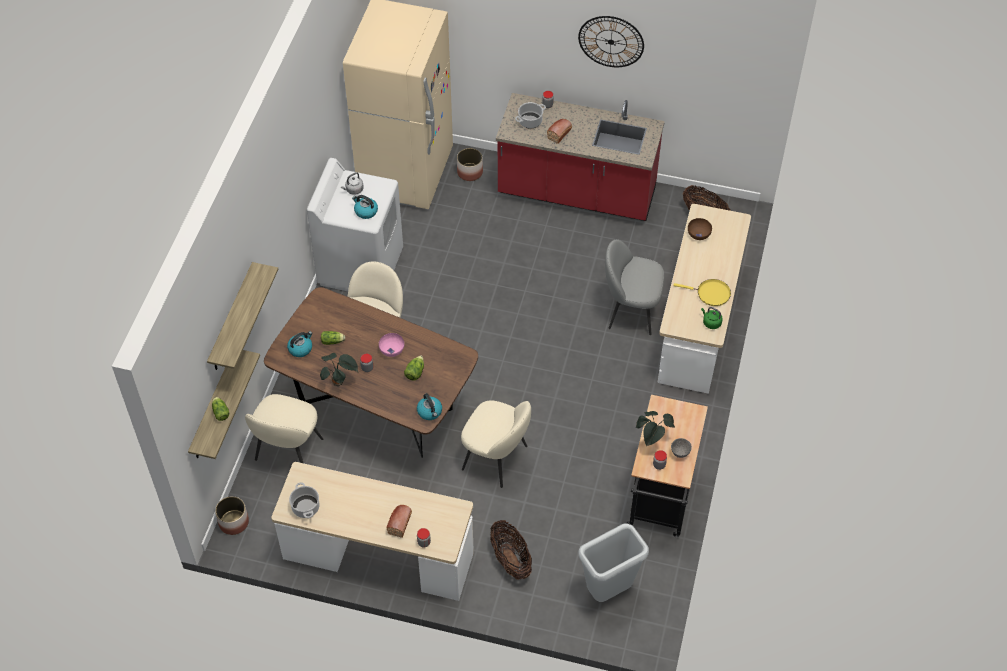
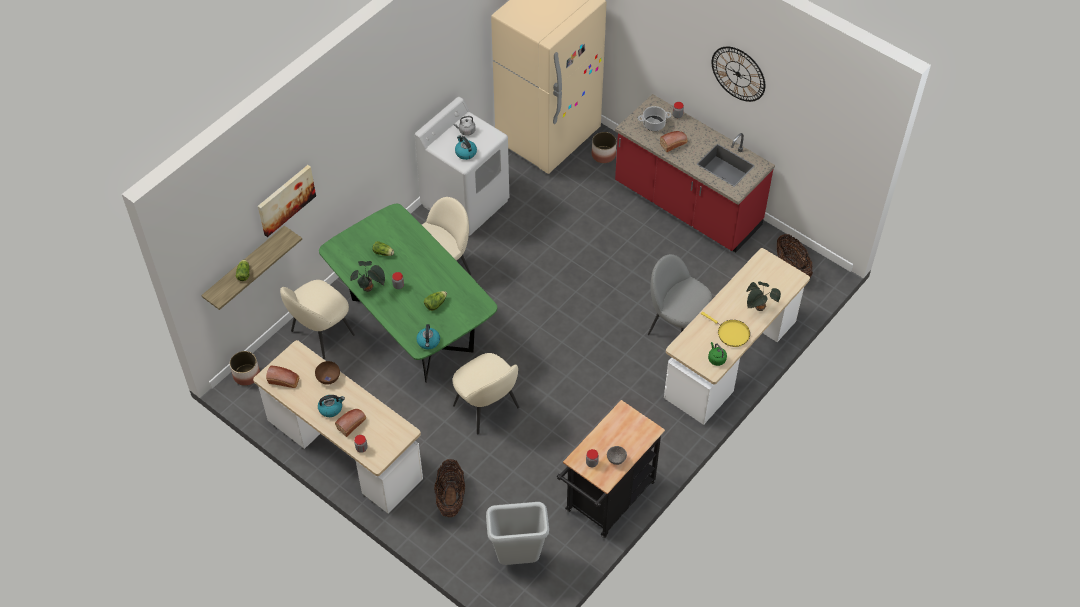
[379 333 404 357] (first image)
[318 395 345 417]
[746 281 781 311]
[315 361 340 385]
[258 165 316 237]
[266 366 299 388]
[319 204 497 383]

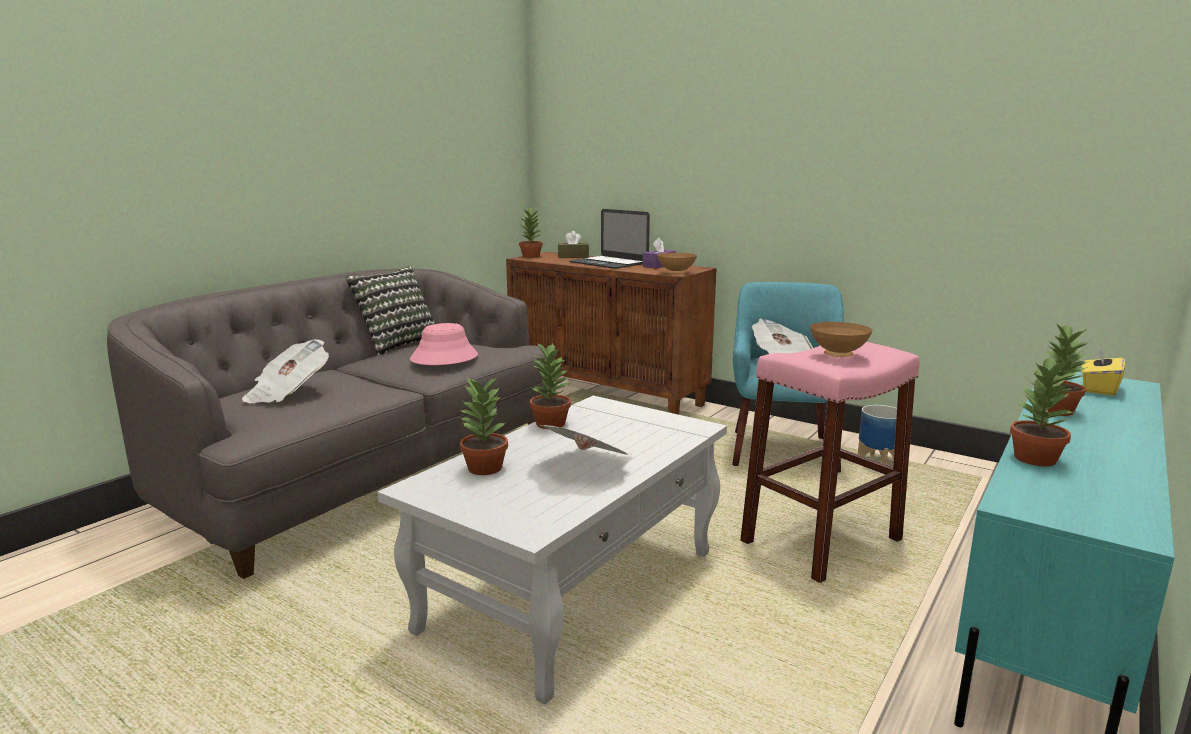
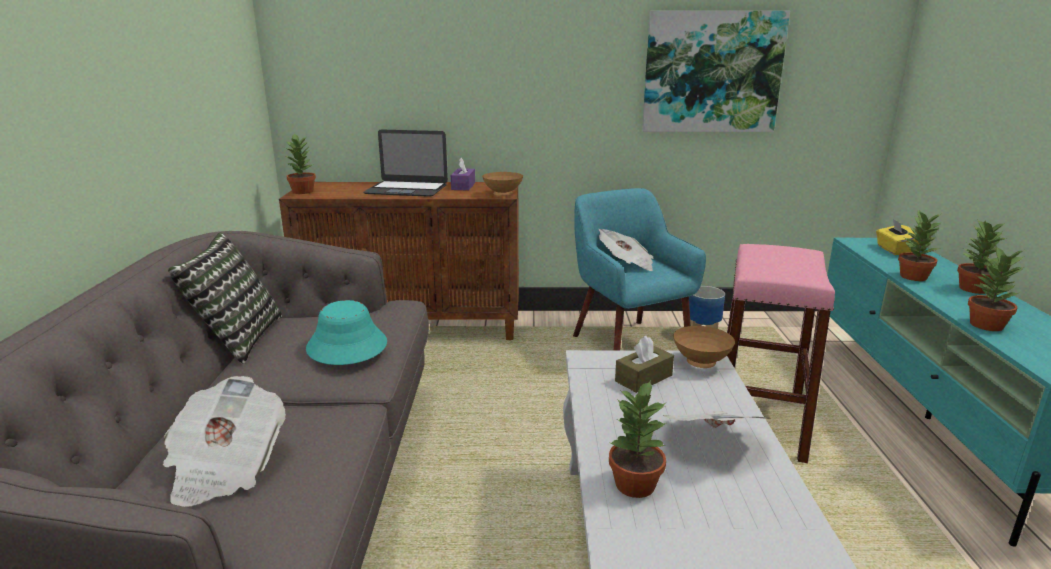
[642 11 790 132]
[957 219 1007 294]
[615 336 674 393]
[673 326 735 368]
[306 300 387 365]

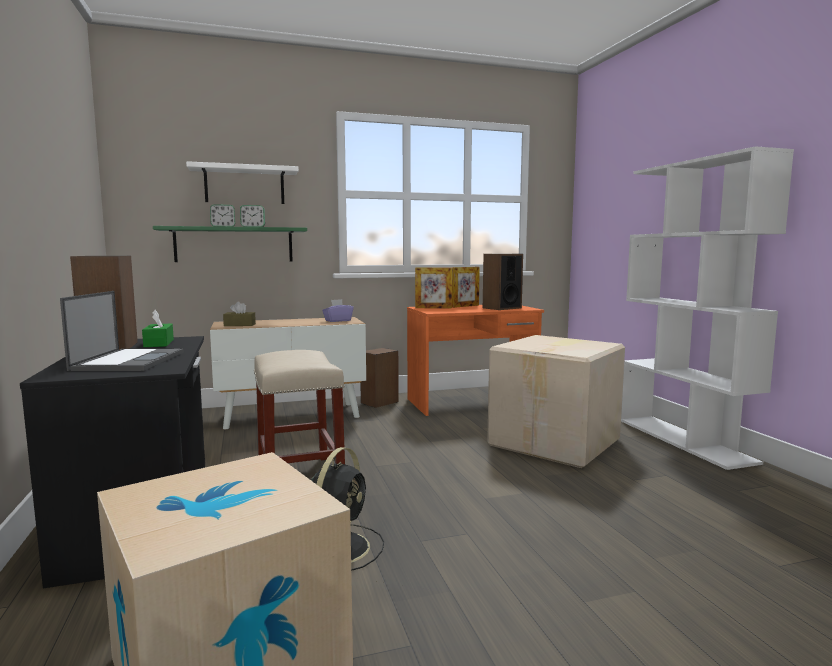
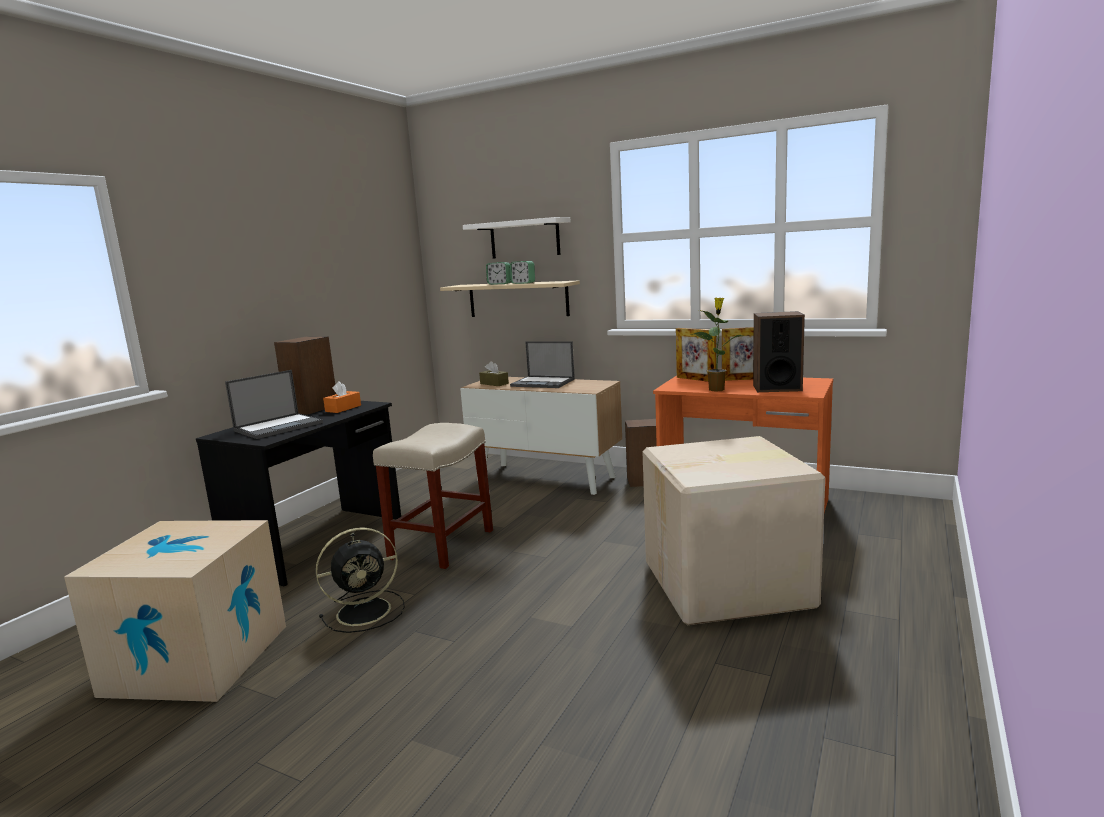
[322 299 353 322] (first image)
[621 146 794 470] (first image)
[510 341 575 388]
[690 298 743 392]
[323 381 361 413]
[440 281 580 317]

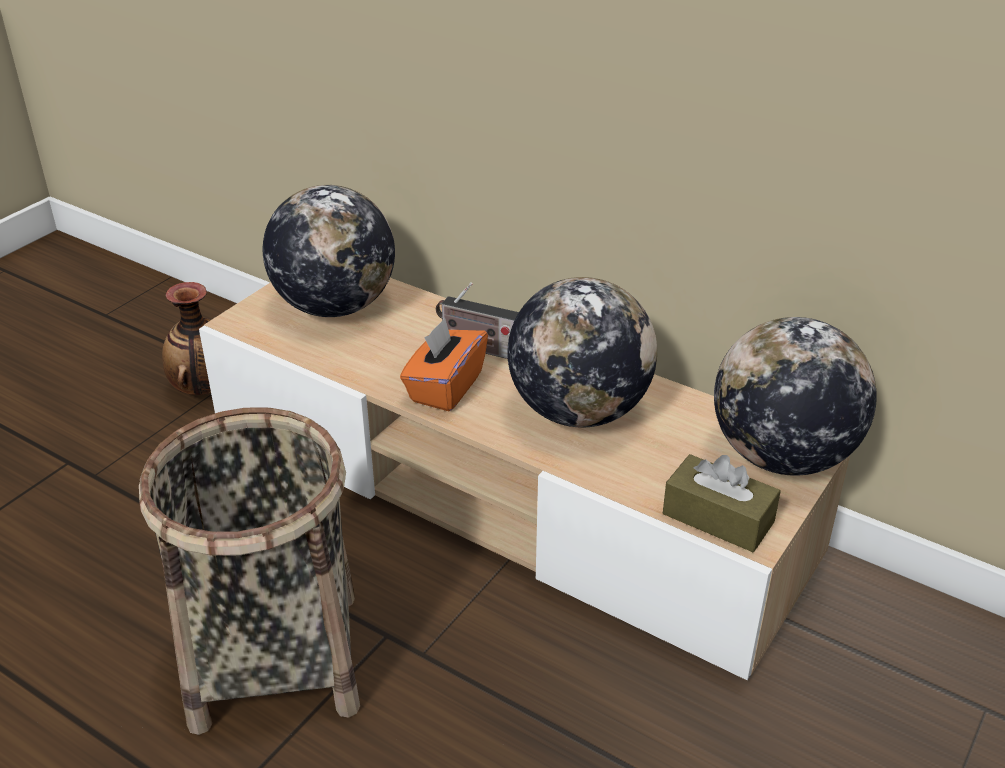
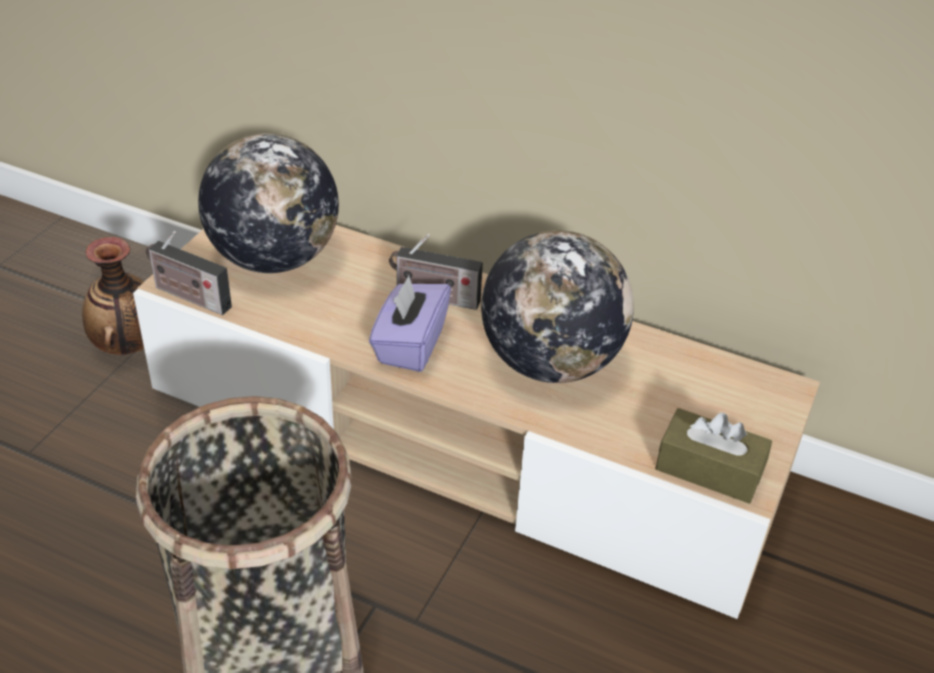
[714 317 877 476] (first image)
[146 231 232 315]
[369 276 451 372]

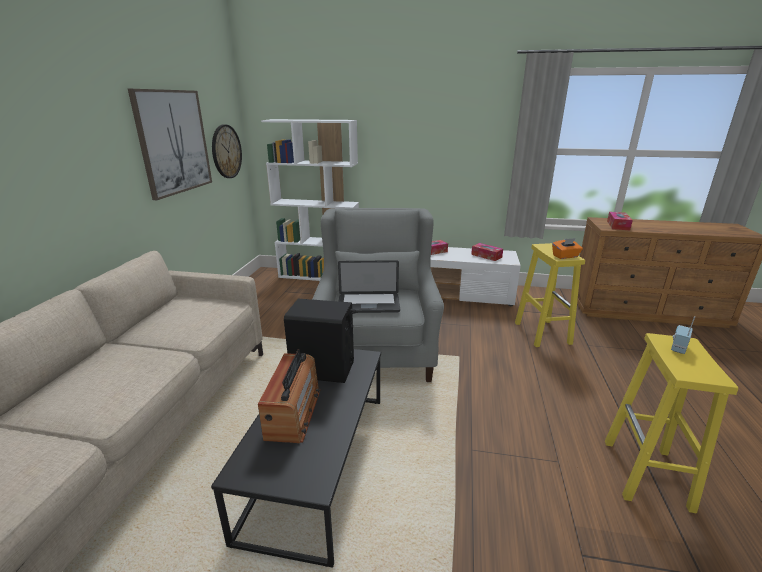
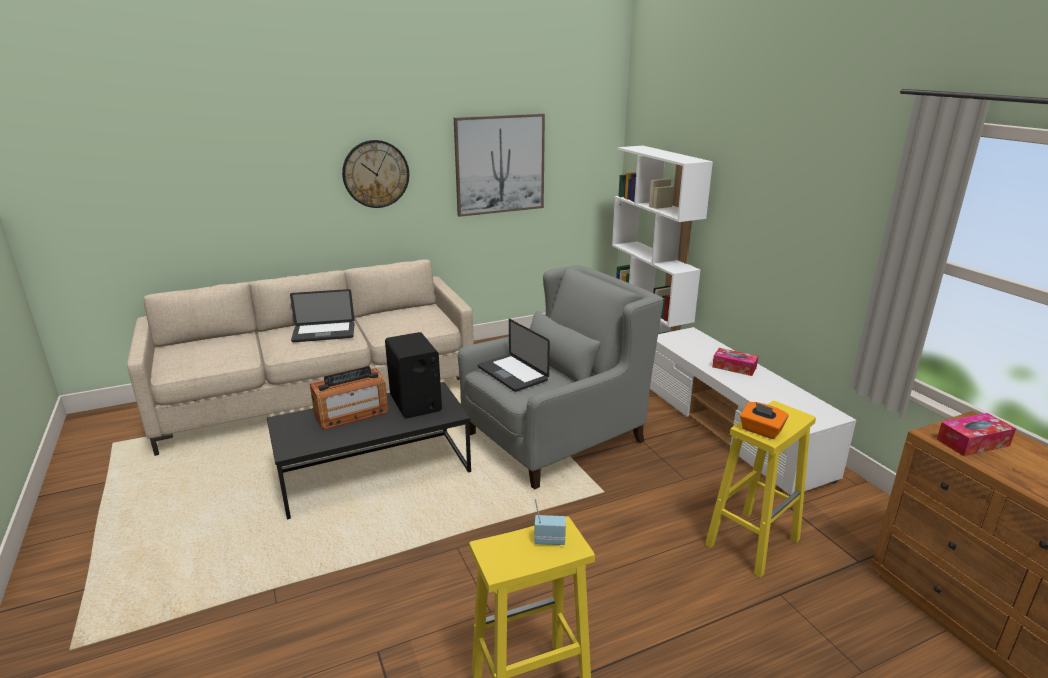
[471 243 503 261] (first image)
[290 289 354 342]
[342 140 409 208]

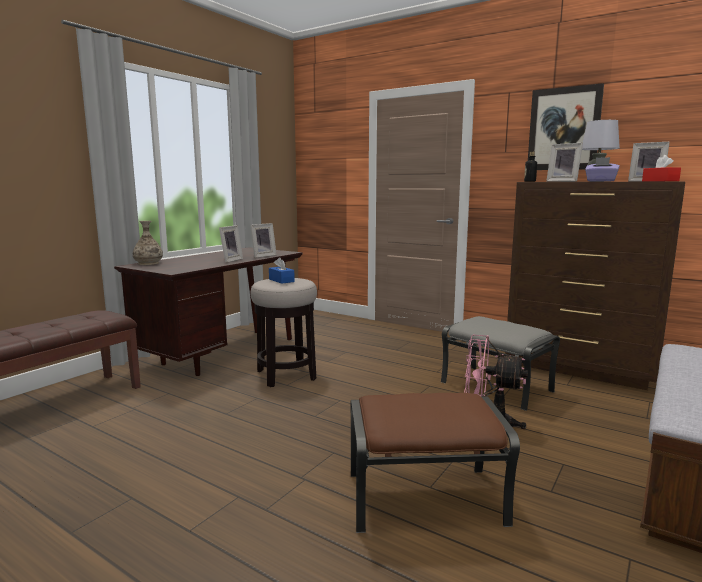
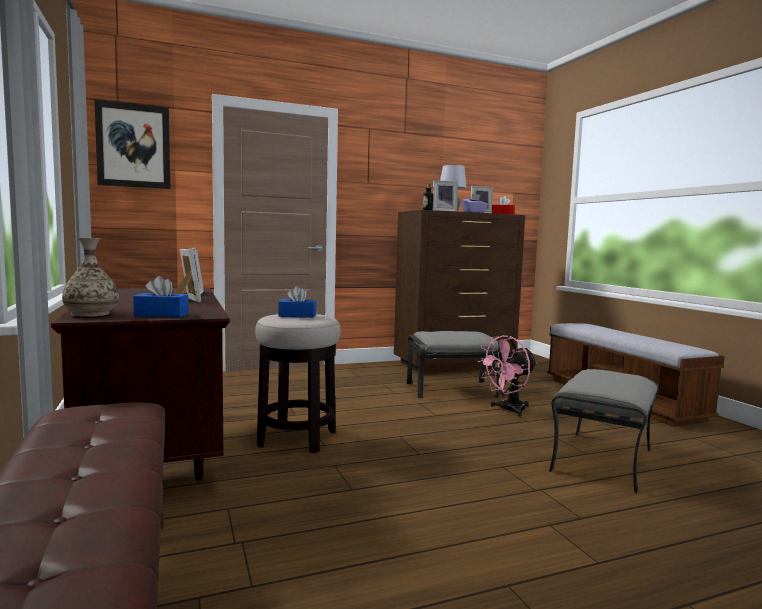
[133 276 189 317]
[94 100 170 189]
[549 369 659 494]

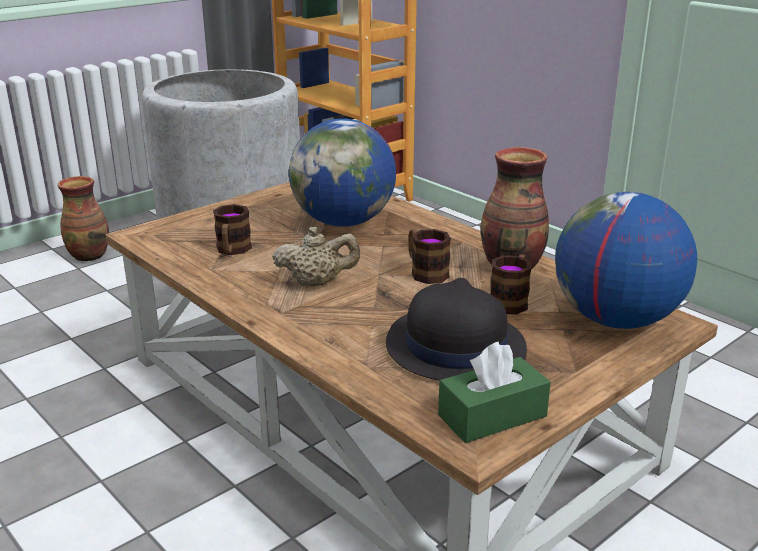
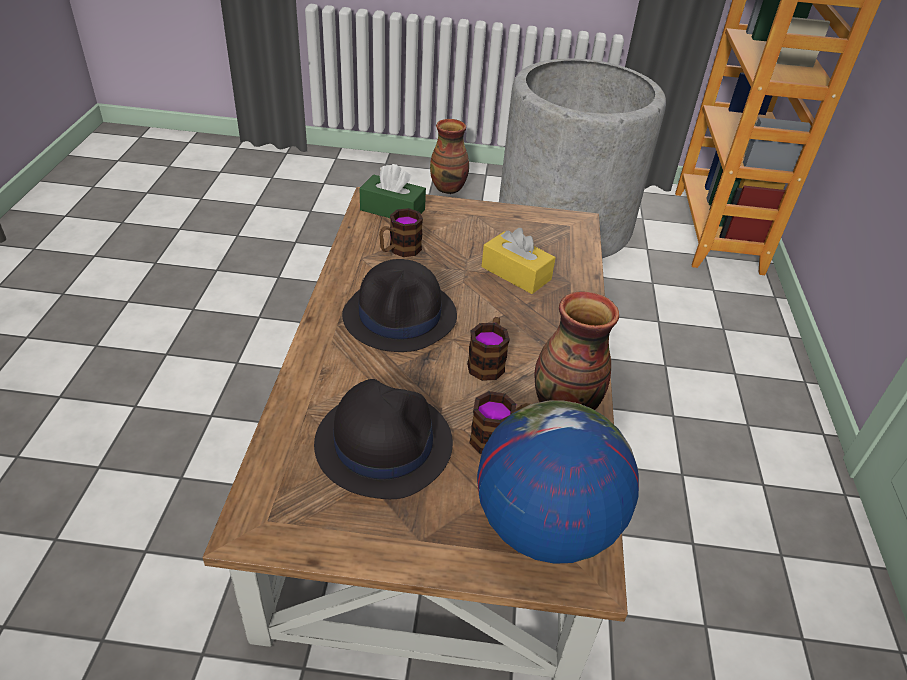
[360 164 426 218]
[342 259 457 352]
[481 228 556 294]

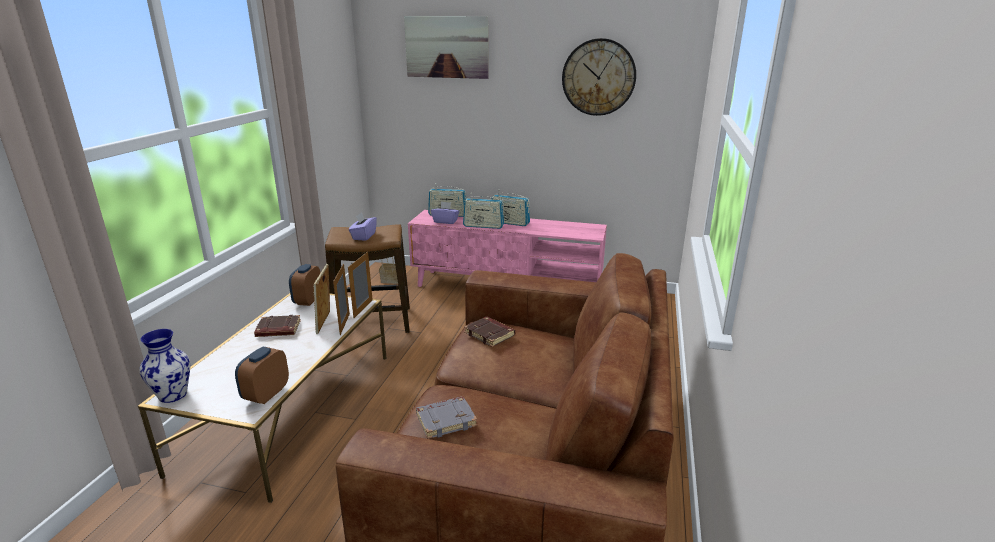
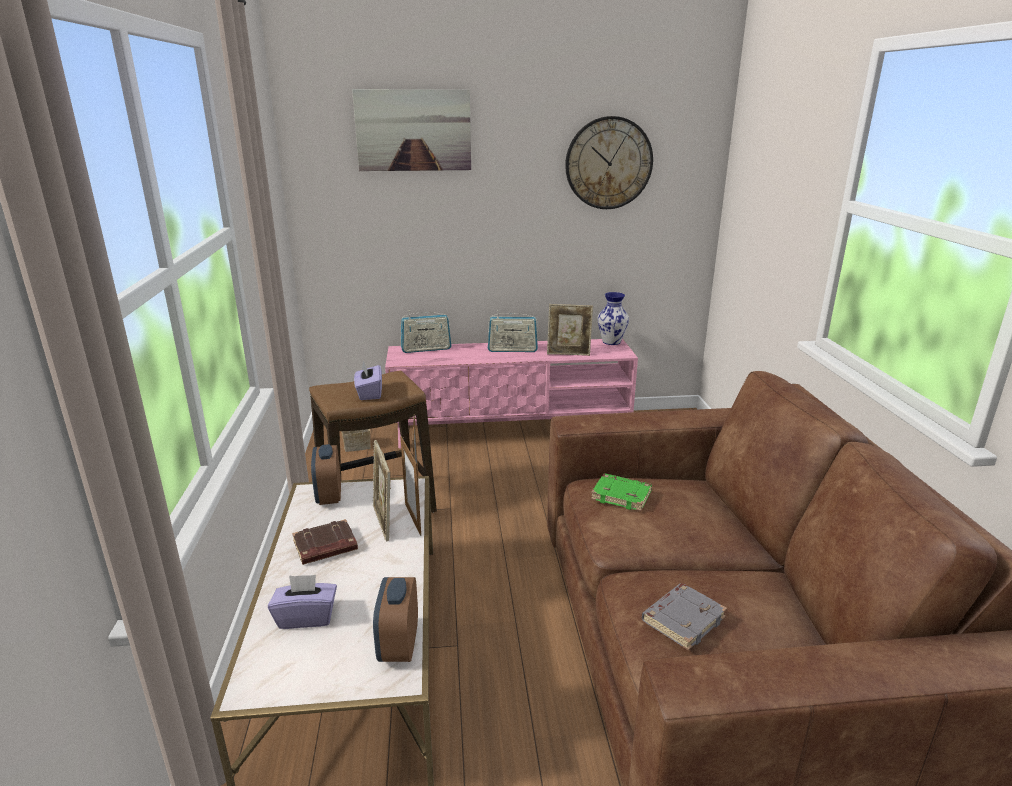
[463 193 504 229] (first image)
[547 304 593 356]
[598 292 629 345]
[268 575 337 629]
[591 473 652 511]

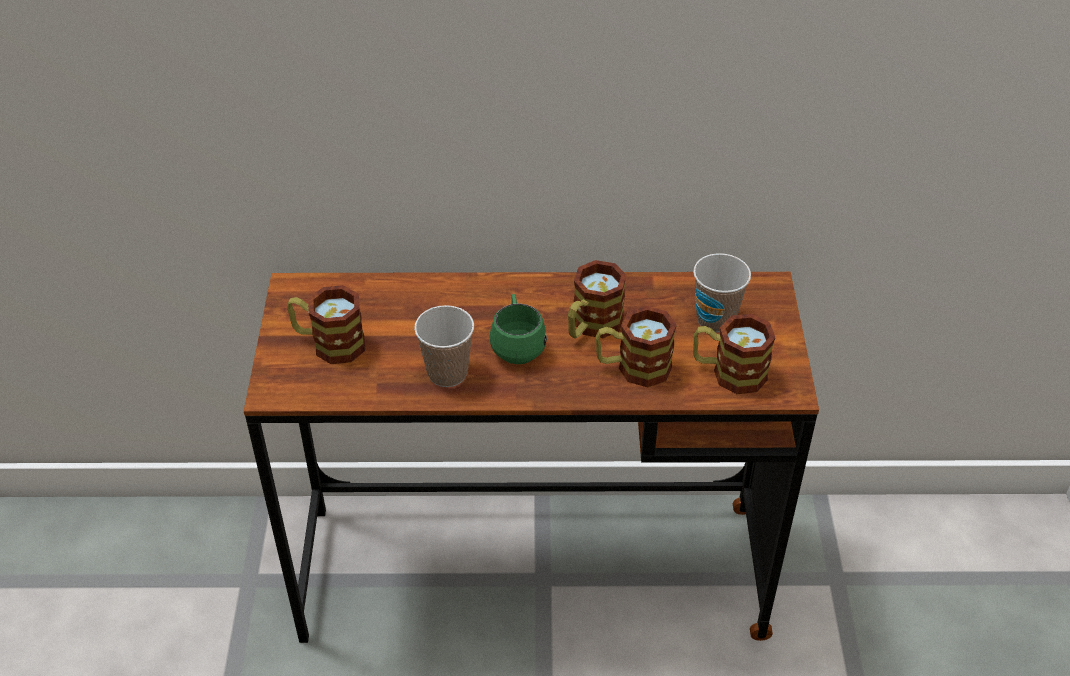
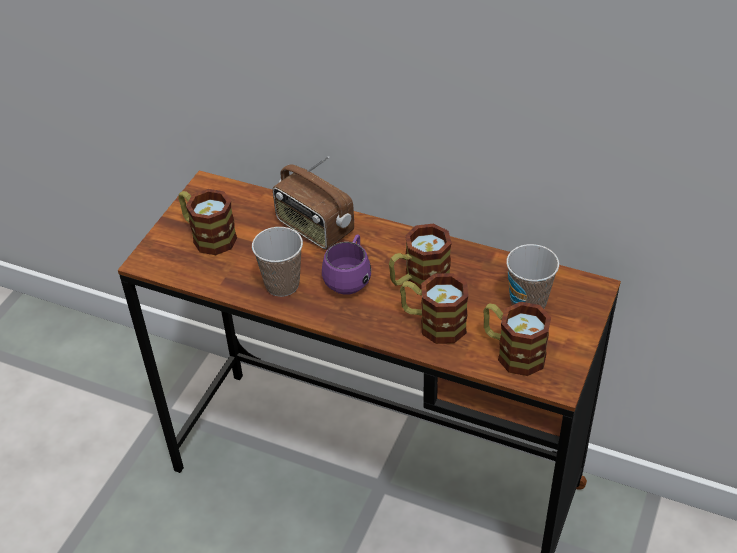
[273 156 354 250]
[322 234 371 295]

